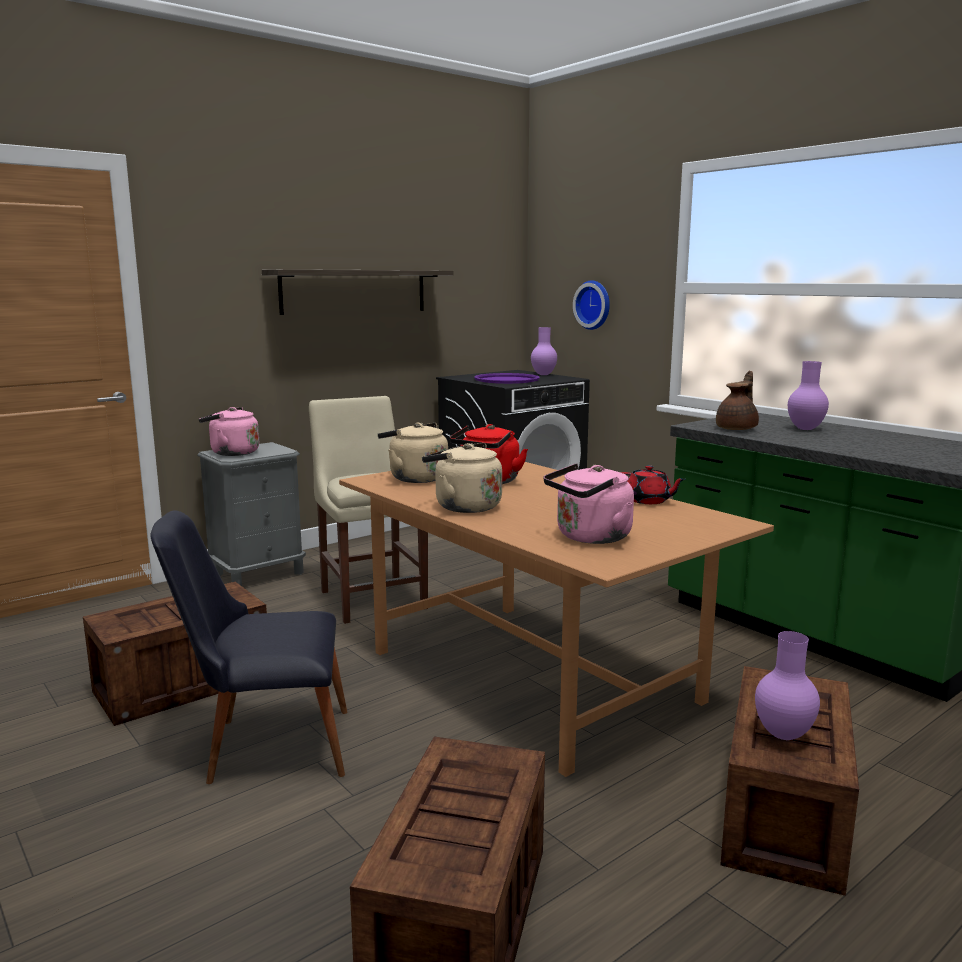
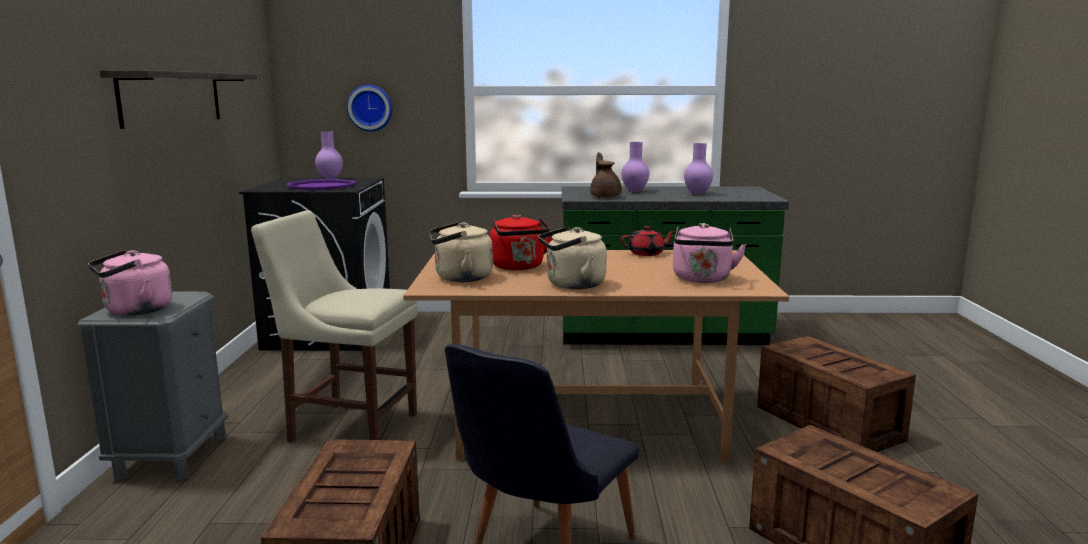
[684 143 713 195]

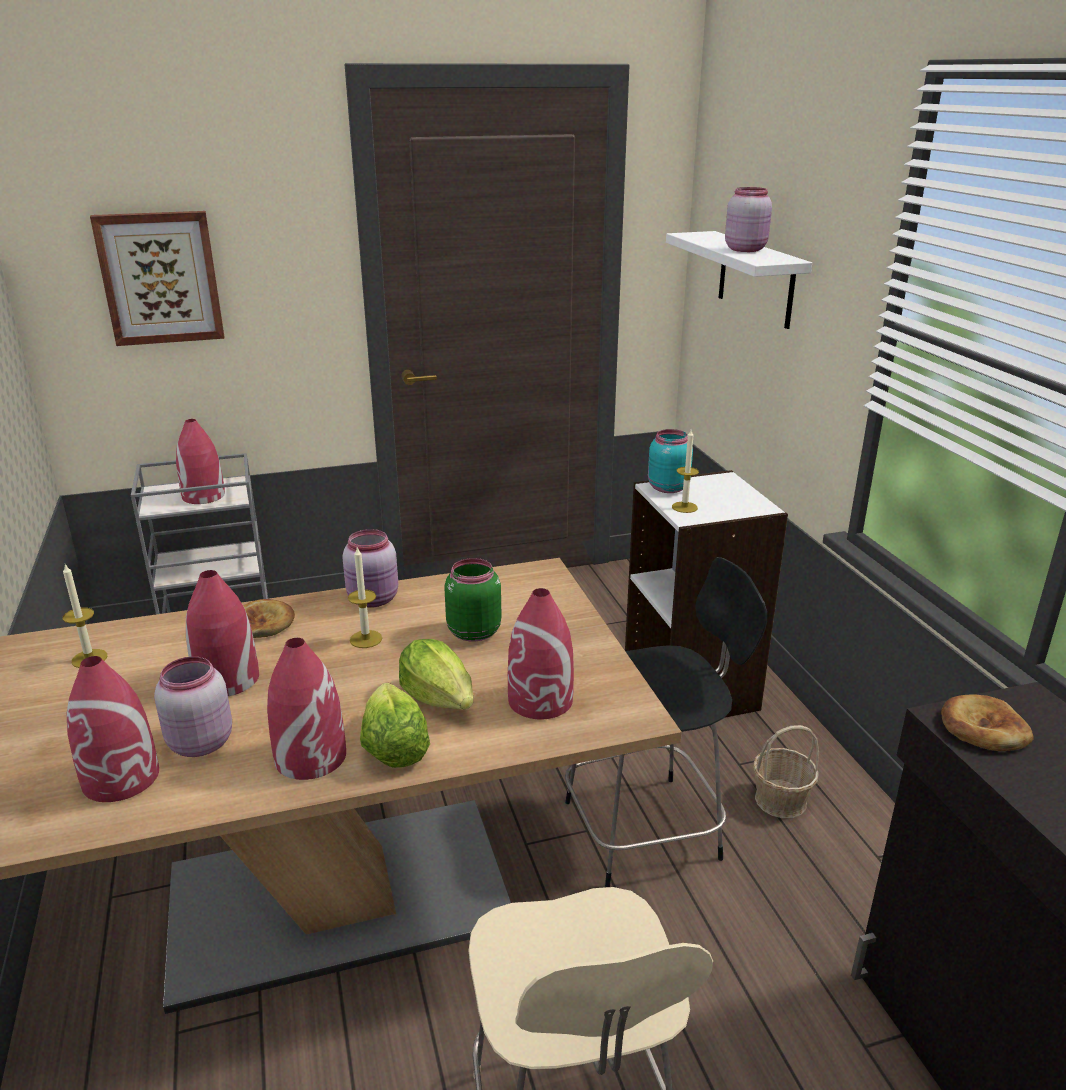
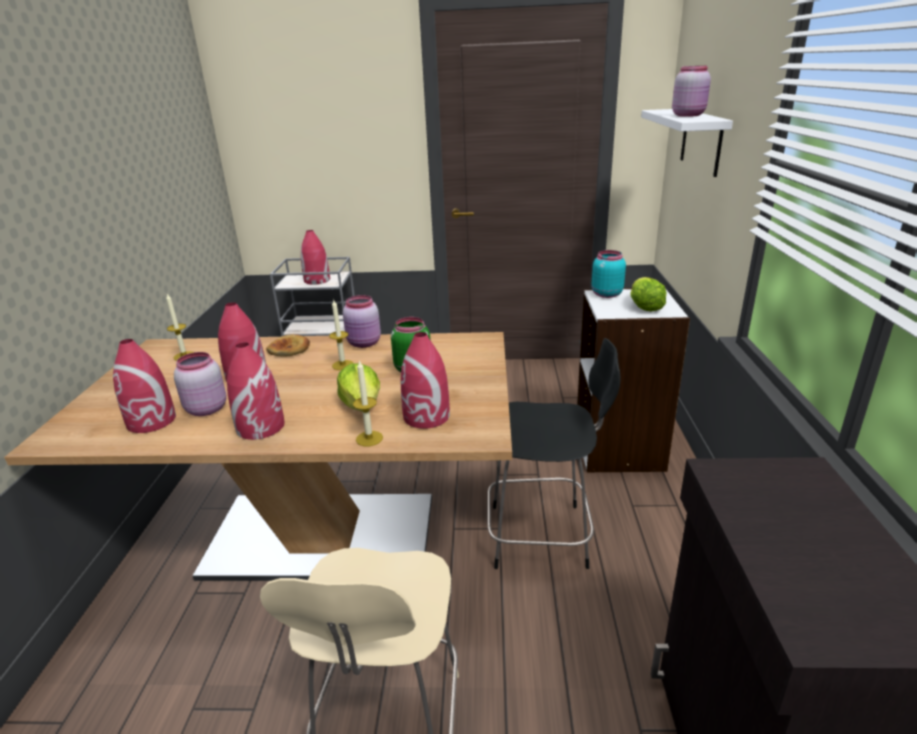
[90 211 224 346] (first image)
[753 725 819 818] (first image)
[941 695 1034 751] (first image)
[630 277 667 312]
[353 360 383 446]

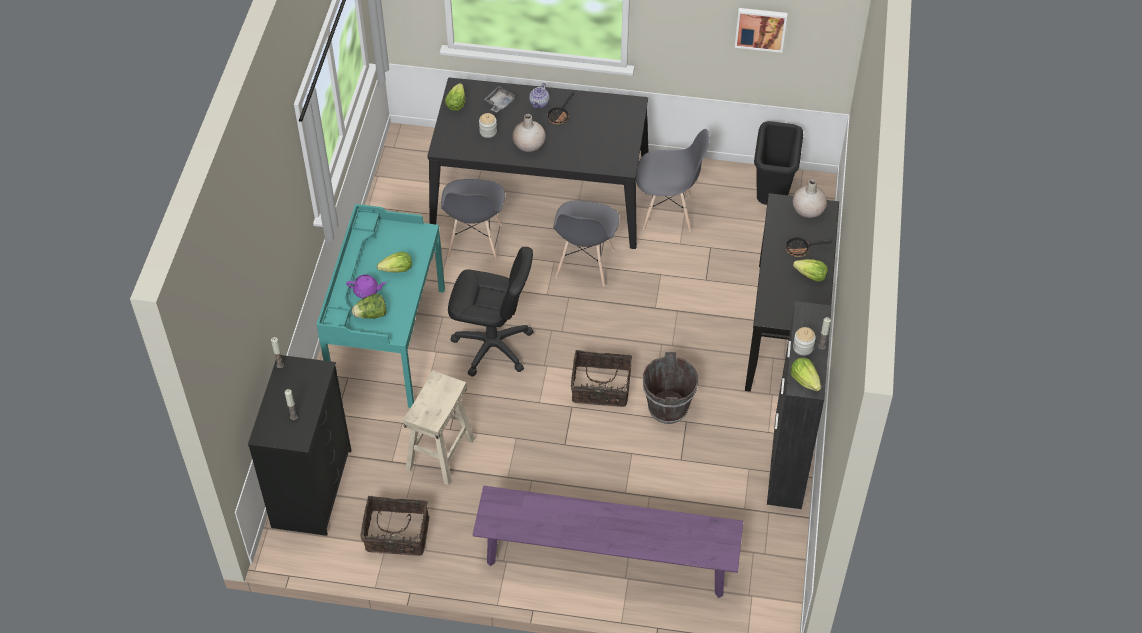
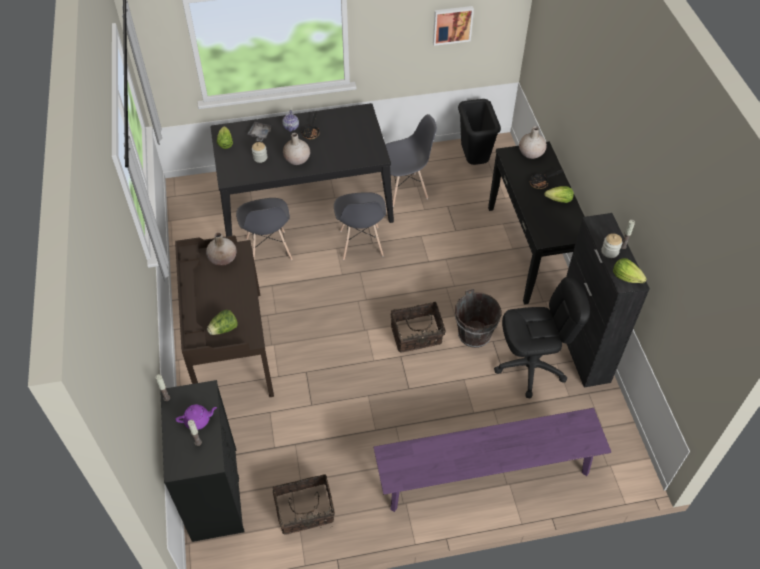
[377 252 412 272] (first image)
[403 370 475 485] (first image)
[206 232 237 266]
[176 404 217 430]
[494 276 590 399]
[175 235 274 398]

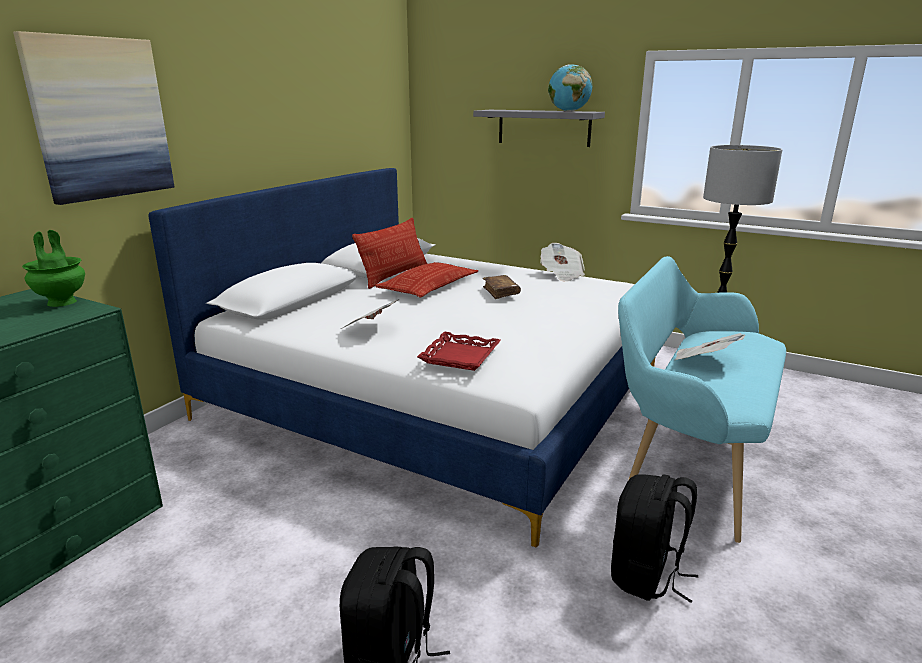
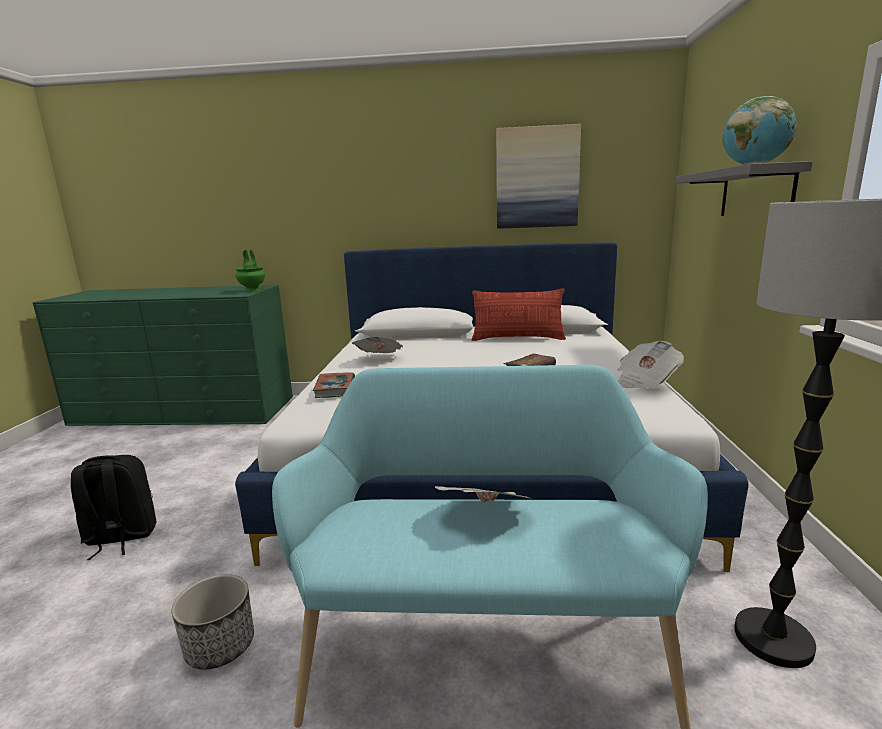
[375 262 478 297] (first image)
[496 124 581 229]
[313 372 355 398]
[172 574 254 669]

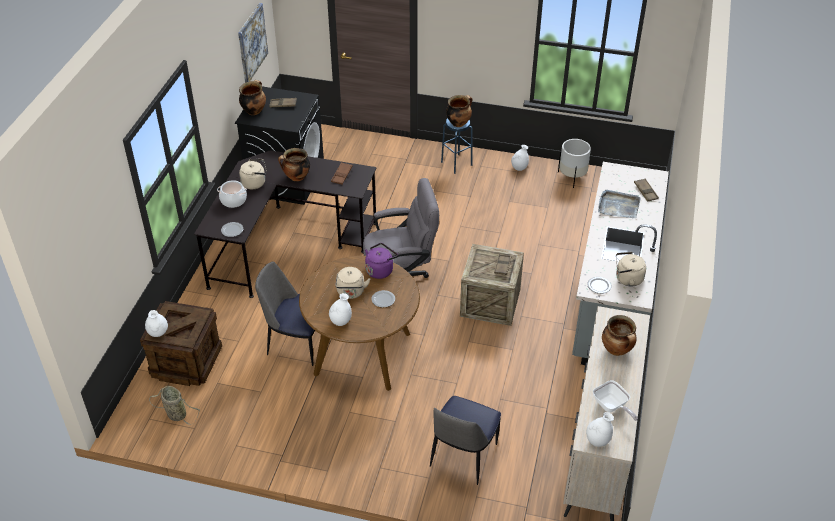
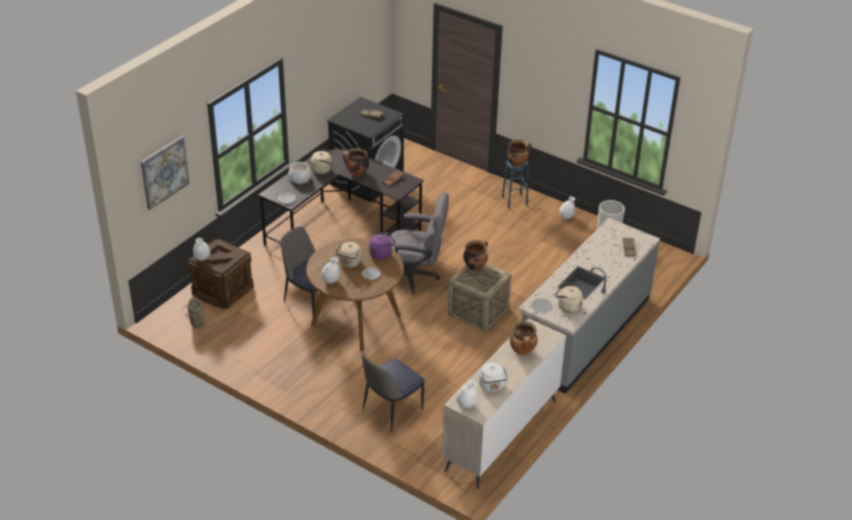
[598 190 640 218] (first image)
[141 136 189 210]
[463 240 488 271]
[479 362 510 392]

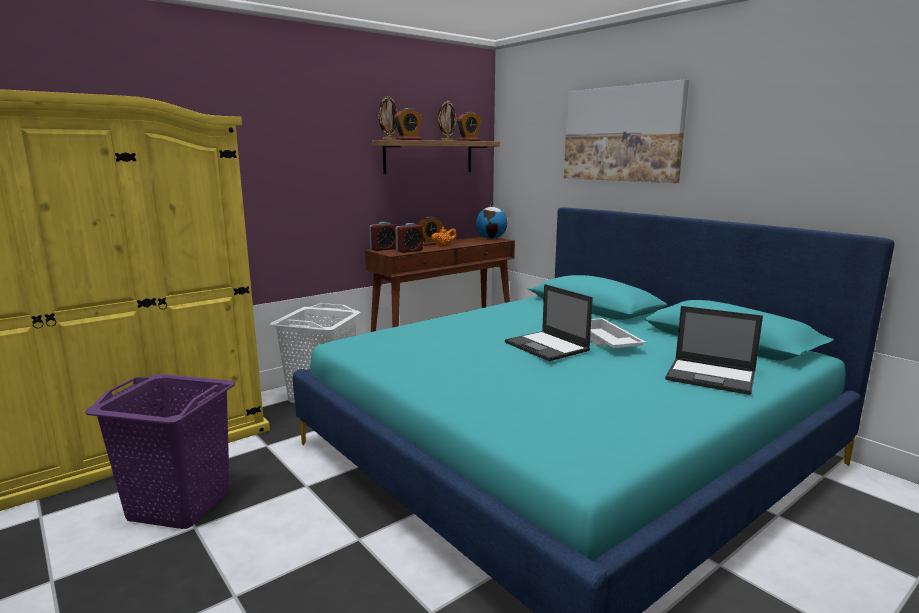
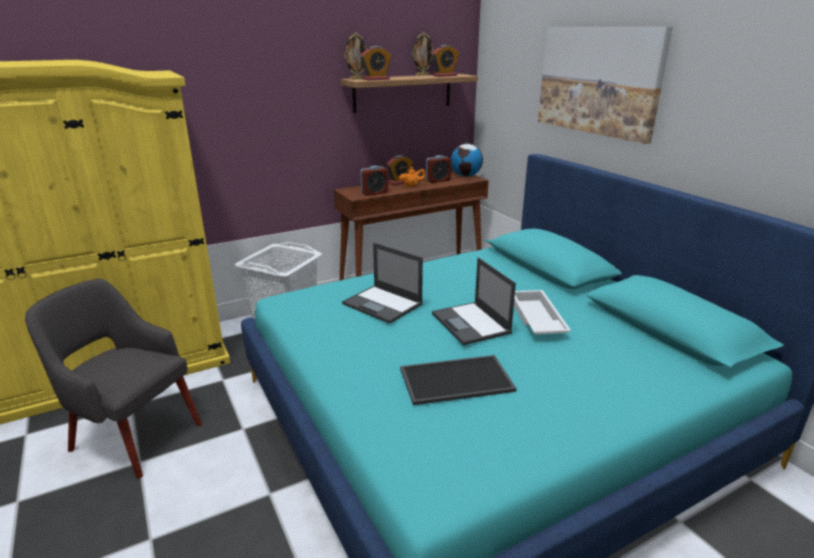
[400 355 517 405]
[426 155 451 183]
[342 243 423 324]
[25 279 202 479]

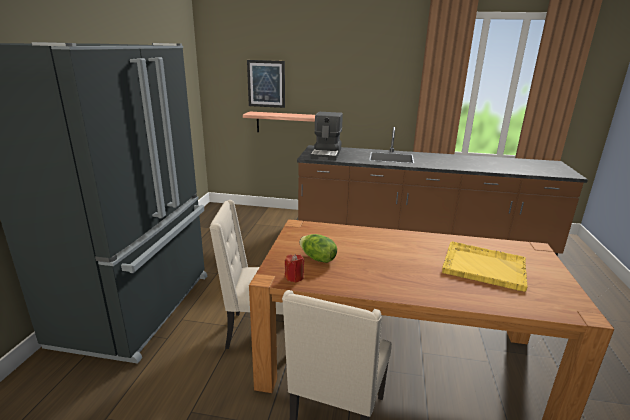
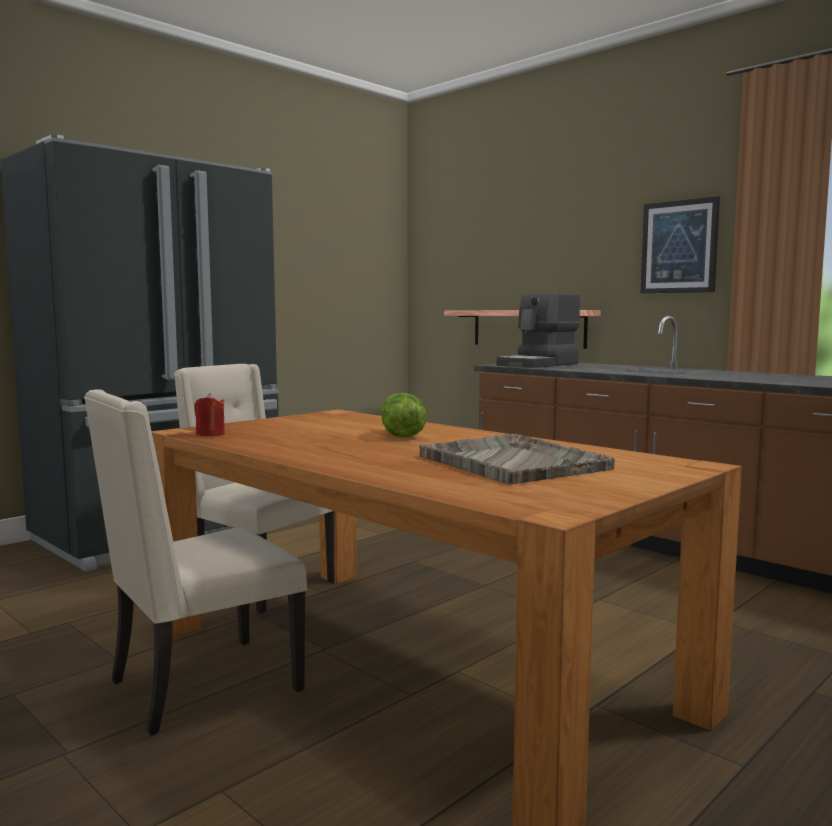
[640 196 720 293]
[381 393 426 437]
[419 434 615 484]

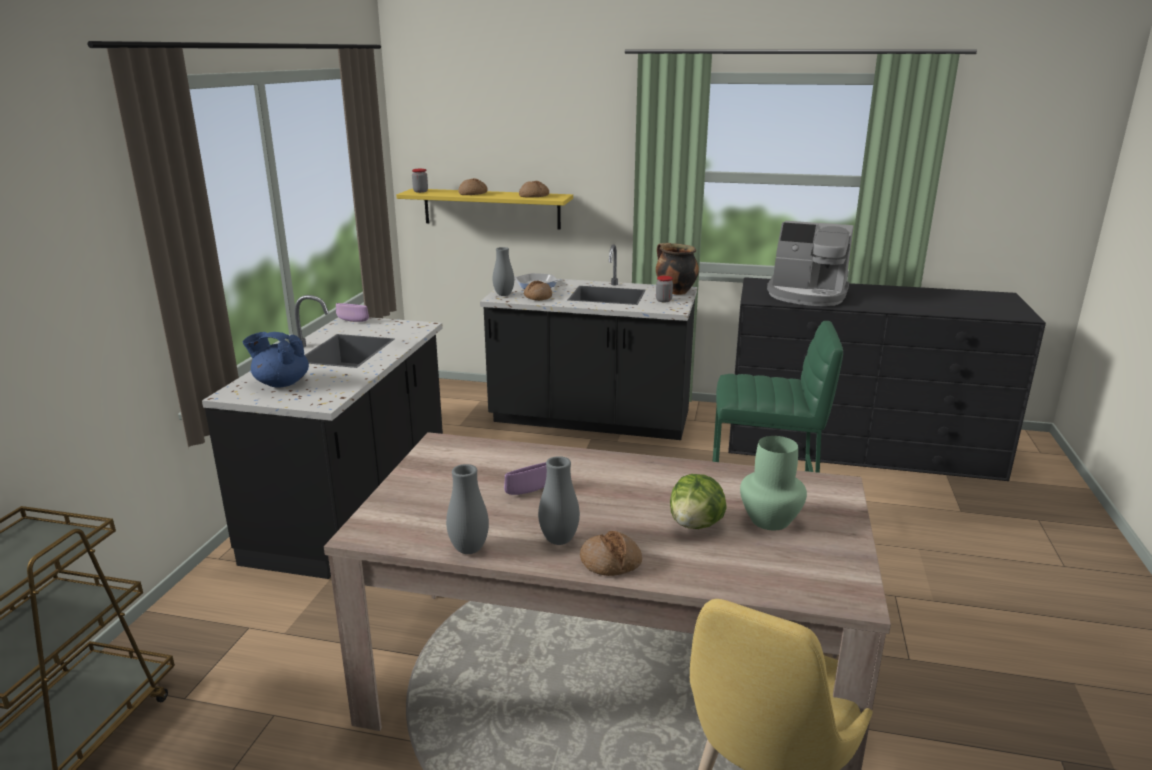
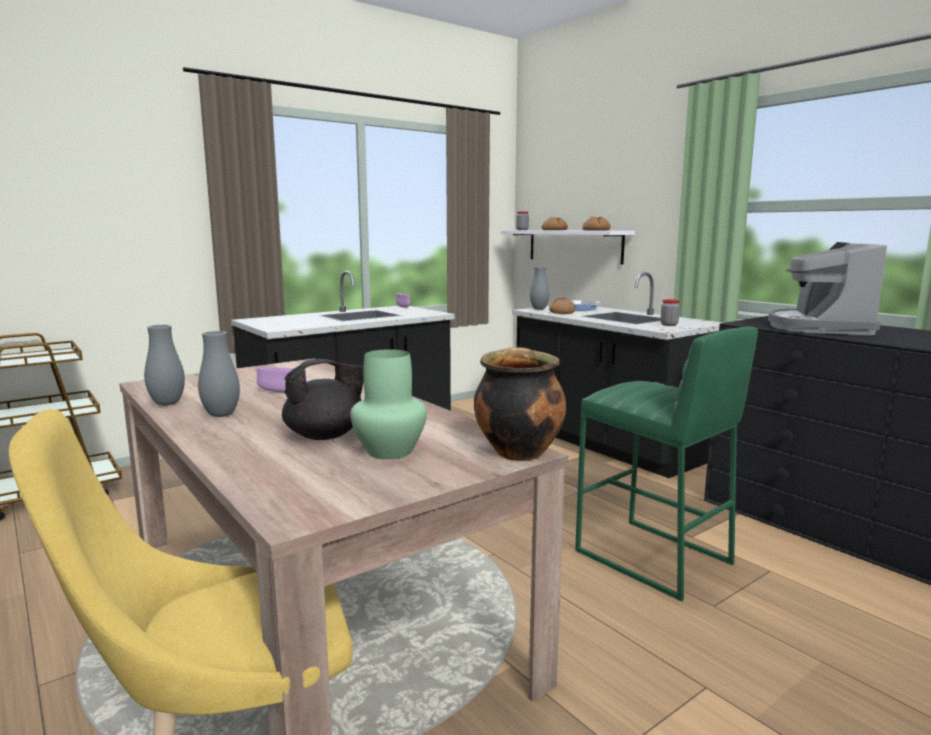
[243 332 309 388] (first image)
[580 531 642 576] (first image)
[474 347 566 461]
[282 359 364 440]
[501 230 635 264]
[768 242 887 335]

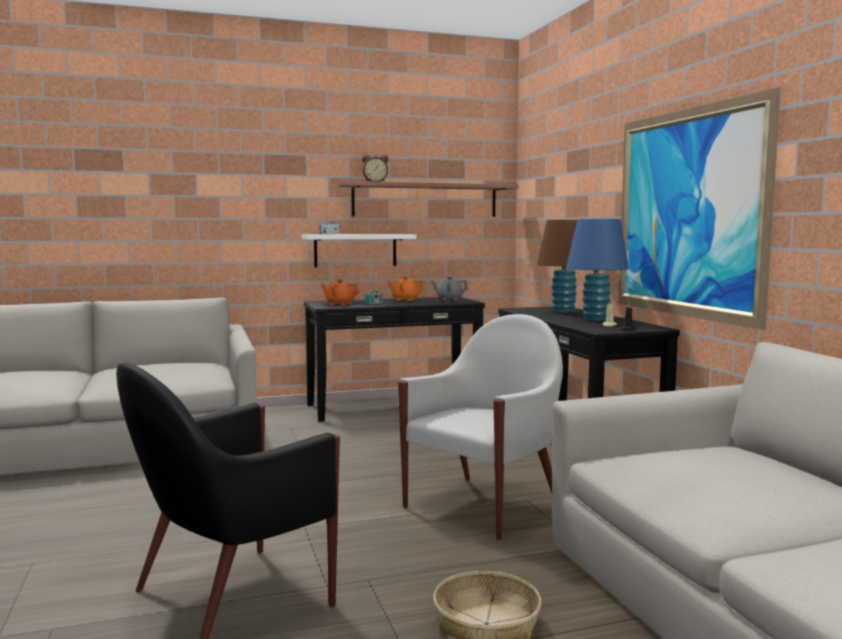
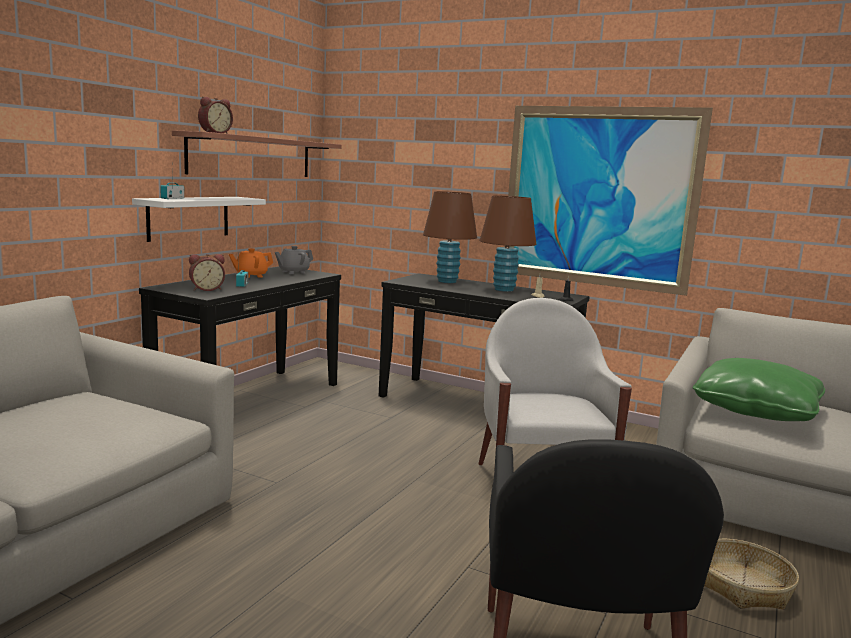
[693 358 825 421]
[189 254 225 291]
[480 195 537 292]

